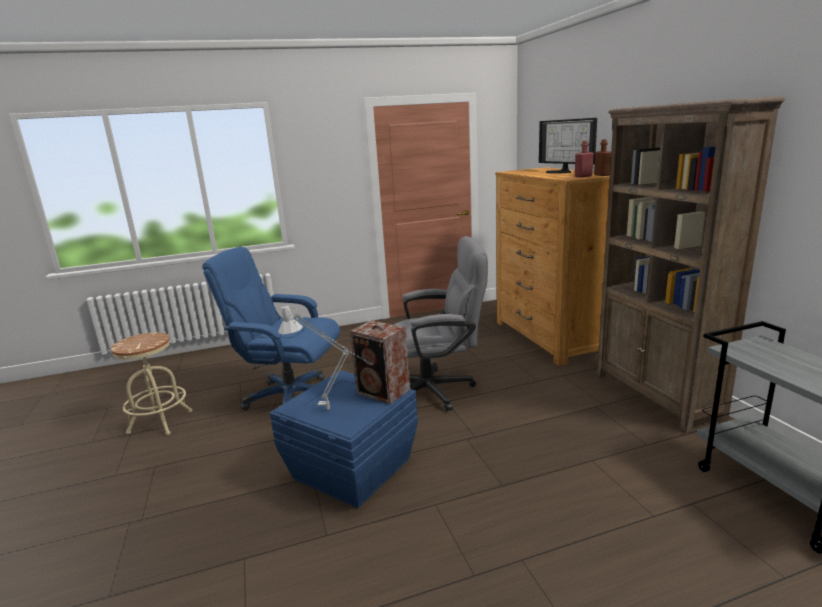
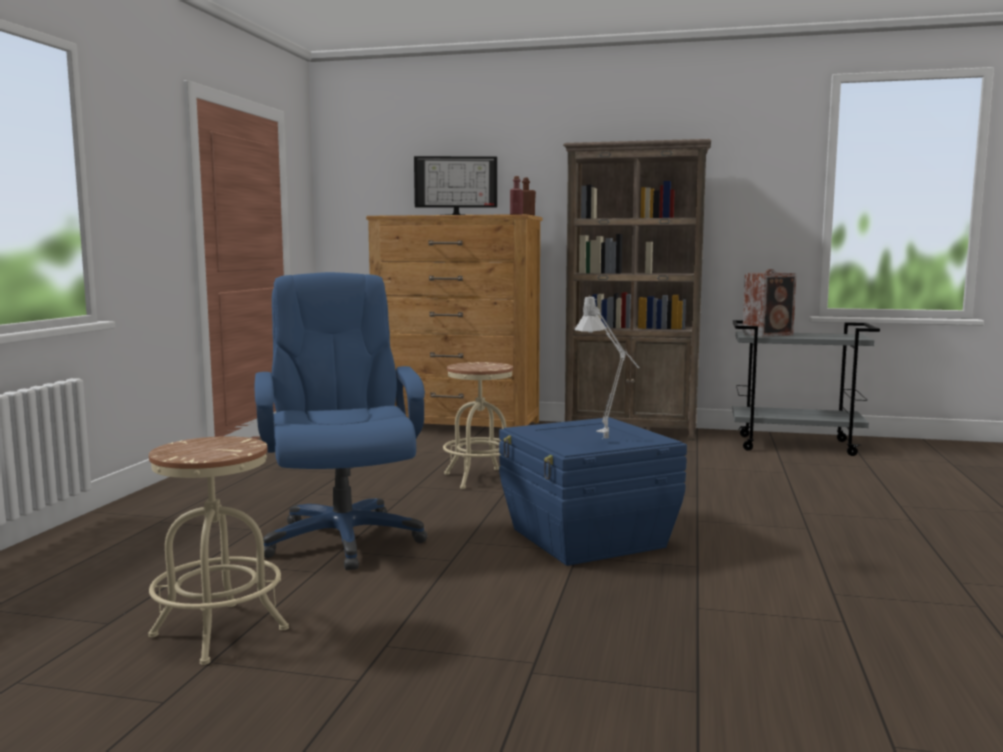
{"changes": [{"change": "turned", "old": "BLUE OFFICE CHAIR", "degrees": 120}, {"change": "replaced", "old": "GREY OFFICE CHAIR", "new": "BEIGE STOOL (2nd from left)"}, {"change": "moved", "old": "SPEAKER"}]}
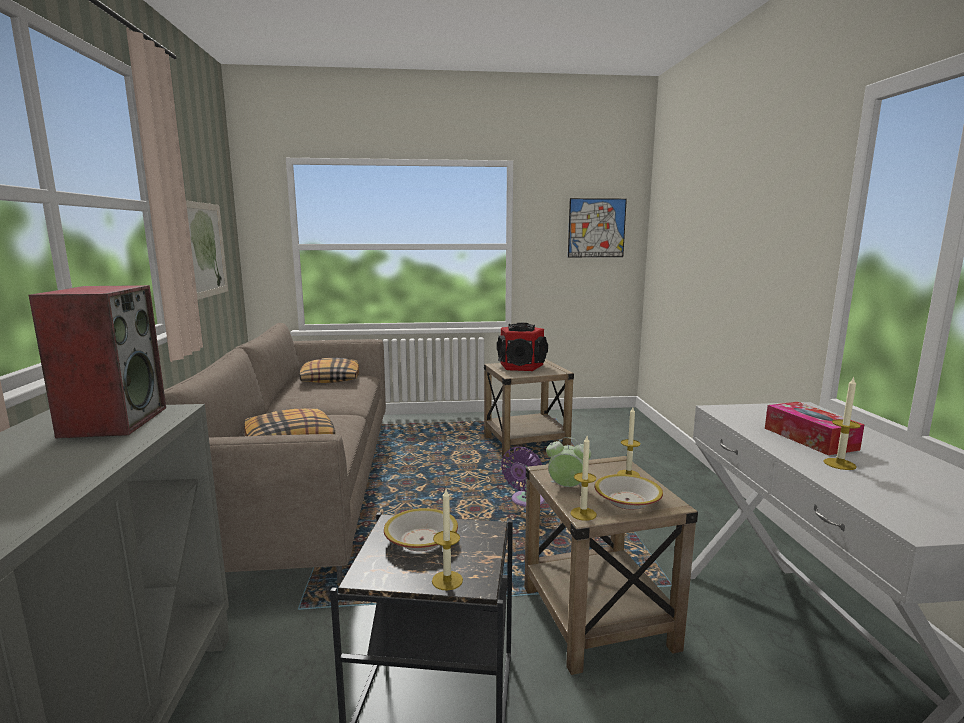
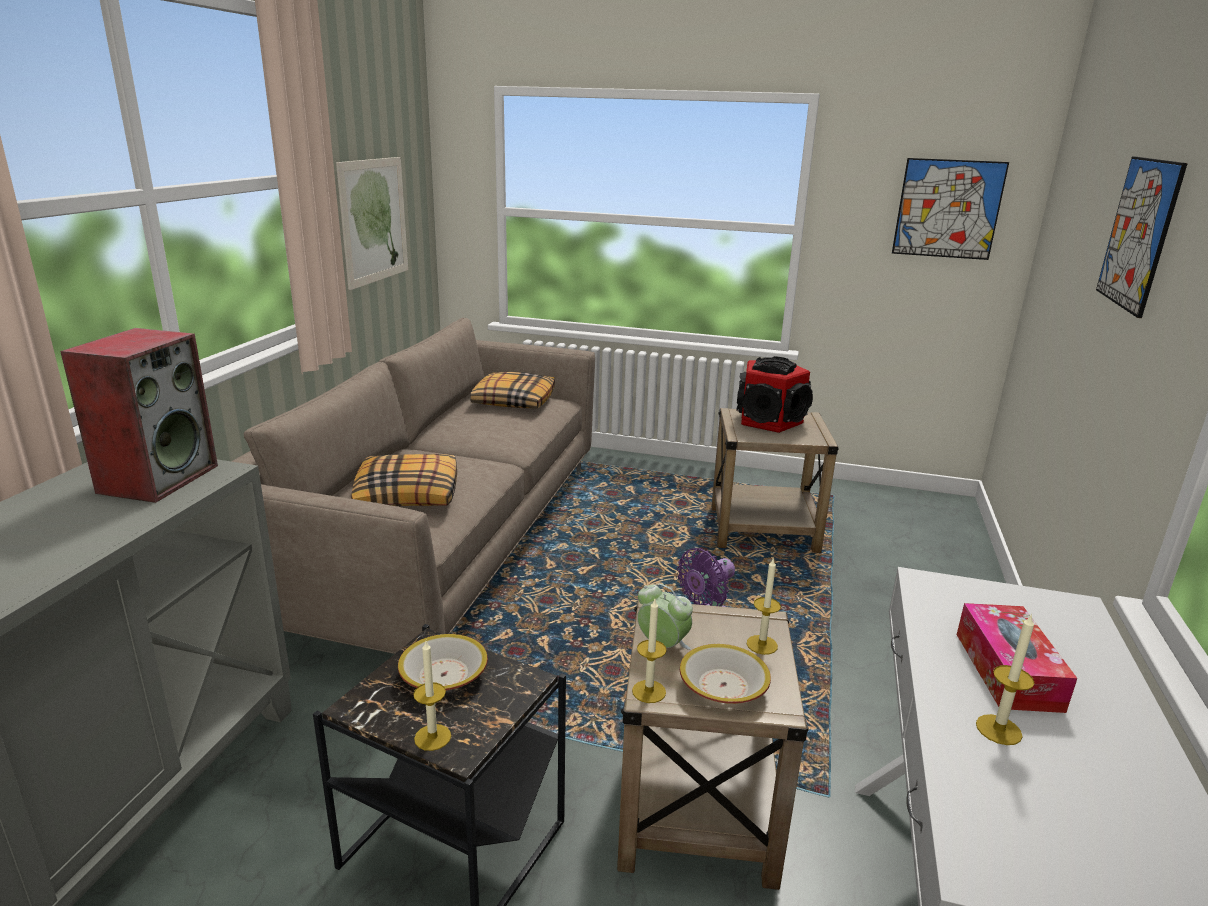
{"changes": [{"change": "added", "new": "PICTURE (3rd from left)"}]}
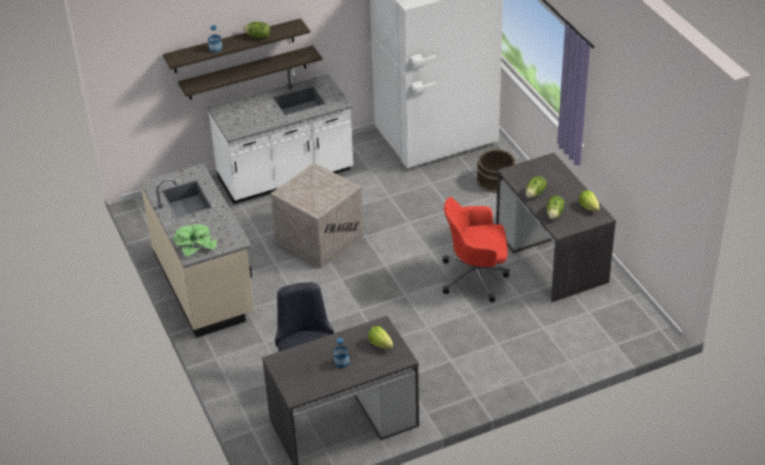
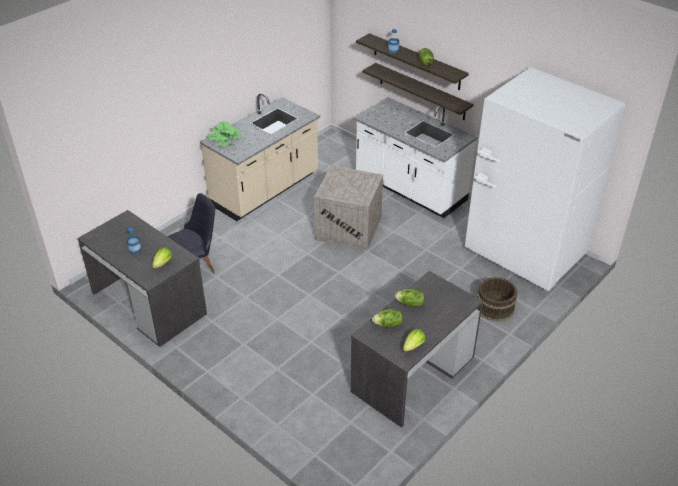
{"changes": [{"change": "removed", "old": "RED OFFICE CHAIR"}]}
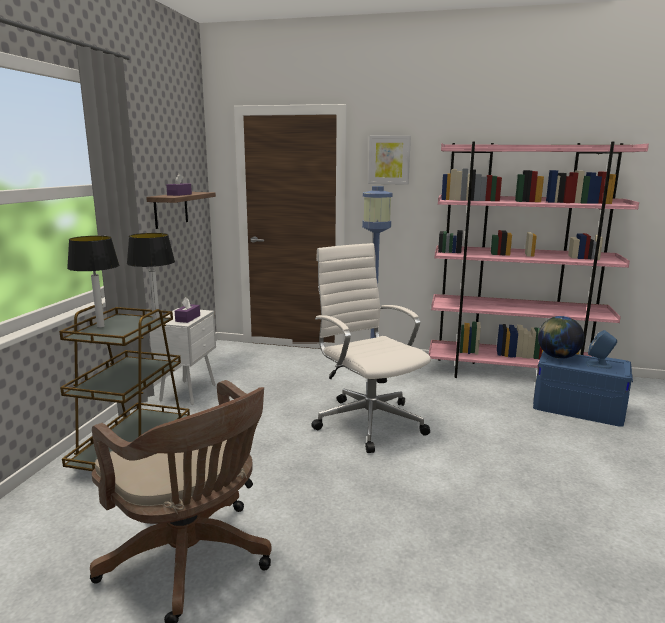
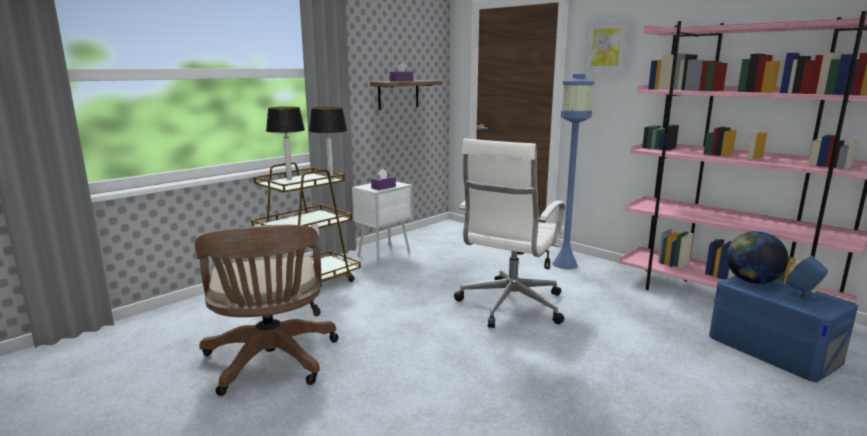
{"changes": [{"change": "turned", "old": "WHITE OFFICE CHAIR", "degrees": -150}]}
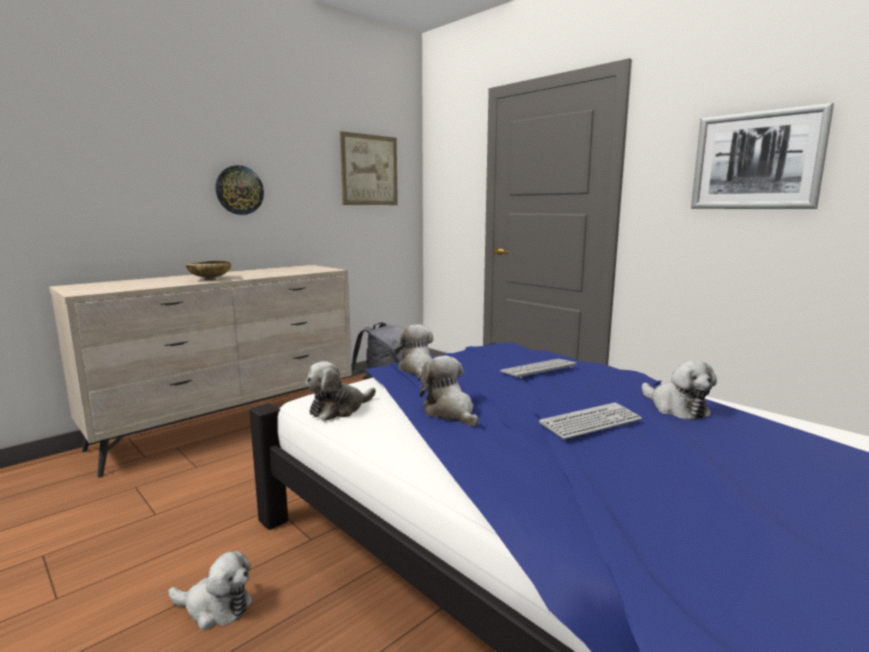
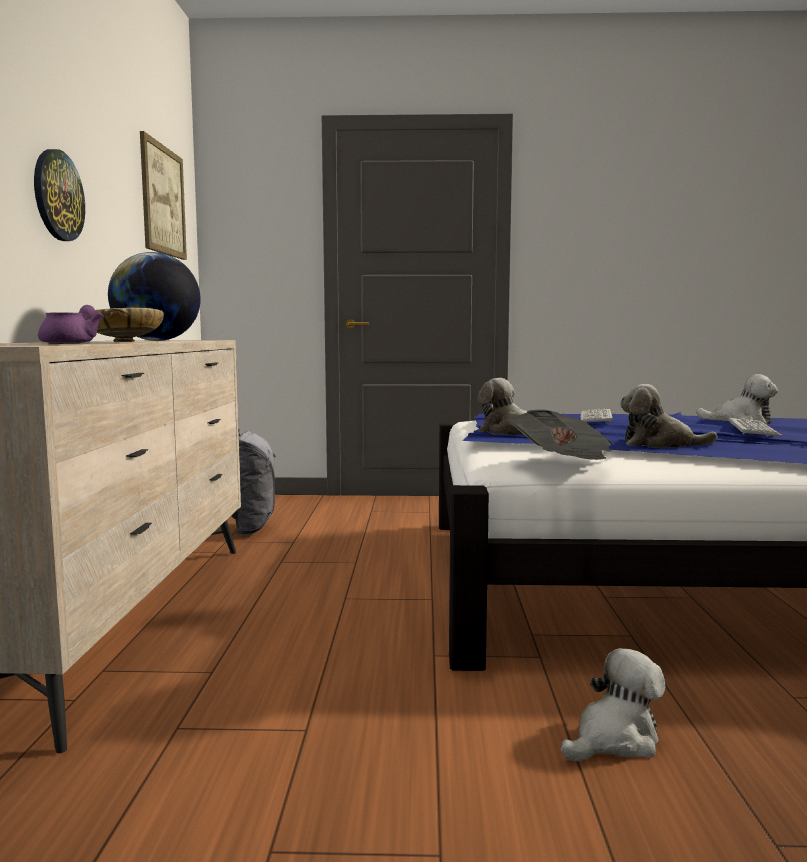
{"changes": [{"change": "added", "new": "PURPLE TEAPOT"}, {"change": "added", "new": "GLOBE"}, {"change": "replaced", "old": "PLUSH TOY (2nd from left)", "new": "NEWSPAPER"}, {"change": "removed", "old": "PICTURE (2nd from left)"}]}
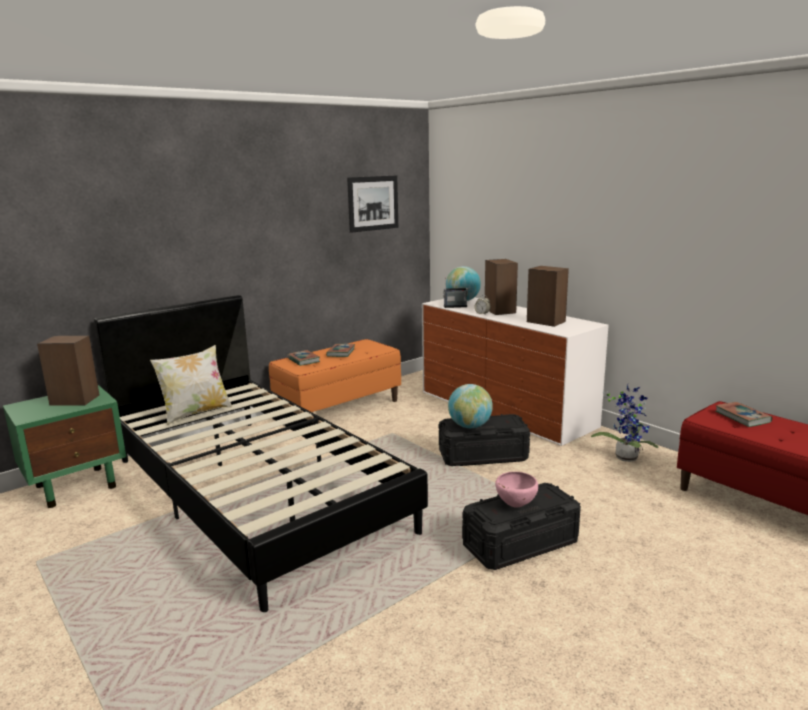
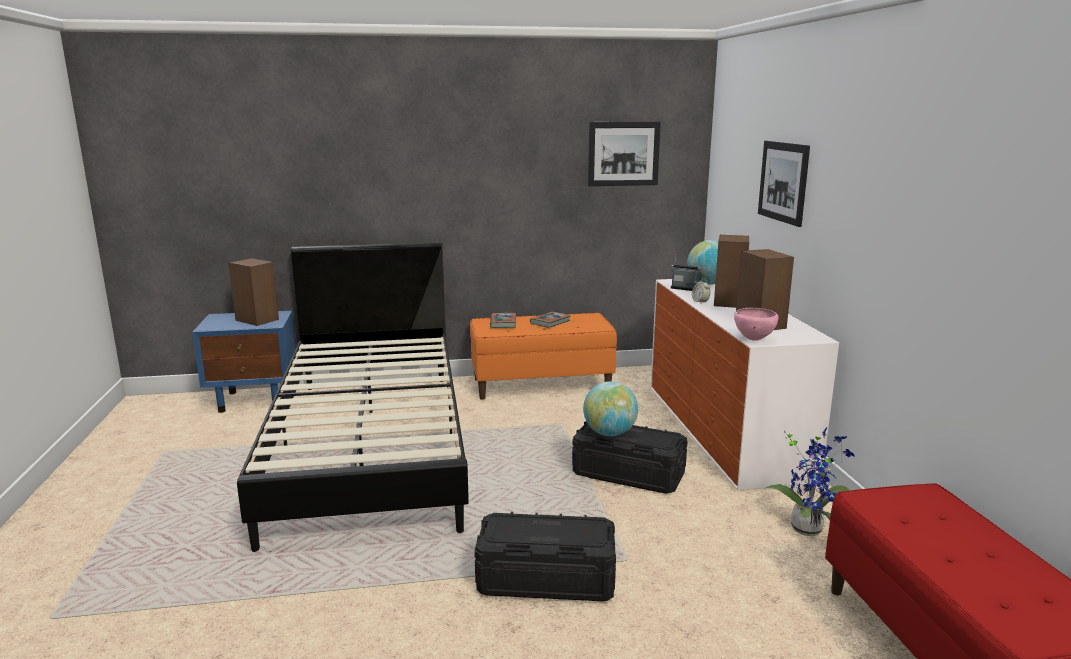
{"changes": [{"change": "recoloured", "old": "GREEN NIGHTSTAND", "new": "BLUE NIGHTSTAND"}, {"change": "moved", "old": "PINK BOWL"}, {"change": "added", "new": "PICTURE (2nd from left)"}, {"change": "removed", "old": "PILLOW"}, {"change": "removed", "old": "BOOK (3rd from left)"}]}
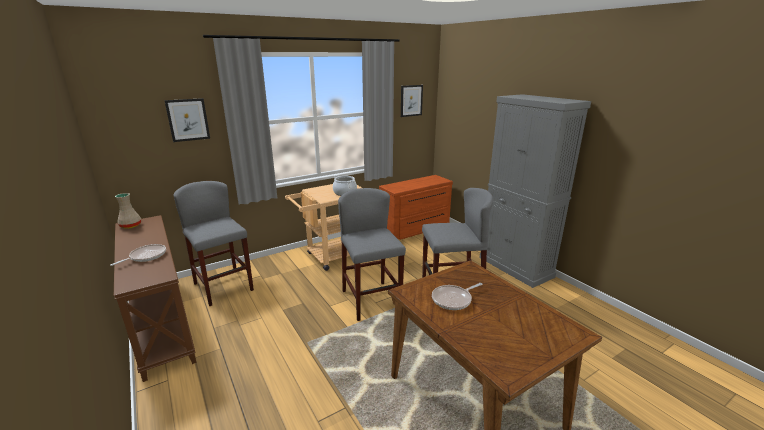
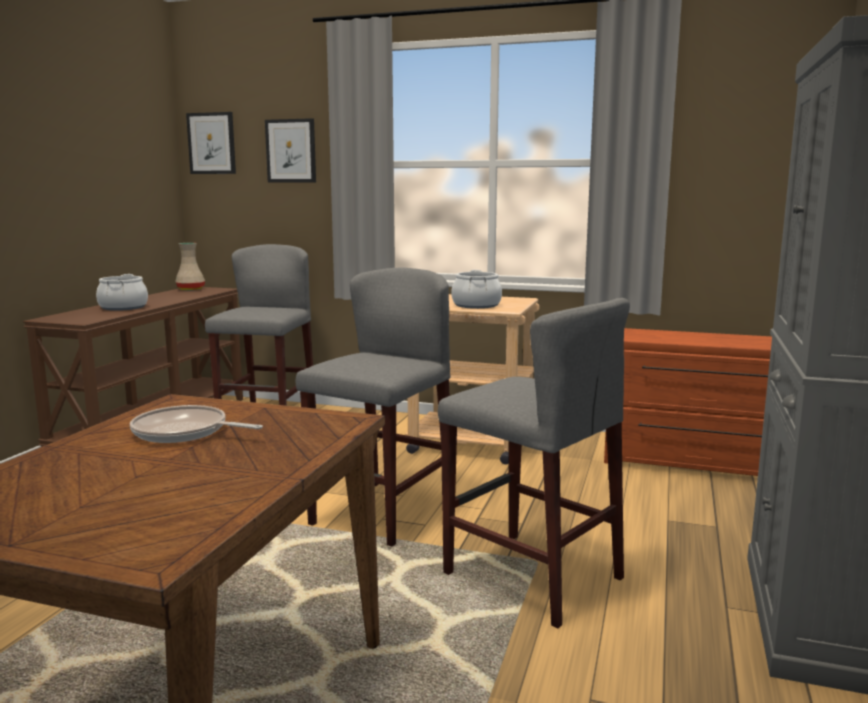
{"changes": [{"change": "replaced", "old": "FRYING PAN (1st from left)", "new": "COOKING POT (1st from left)"}, {"change": "moved", "old": "PICTURE (2nd from left in the first image)", "new": "PICTURE (1st from left)"}]}
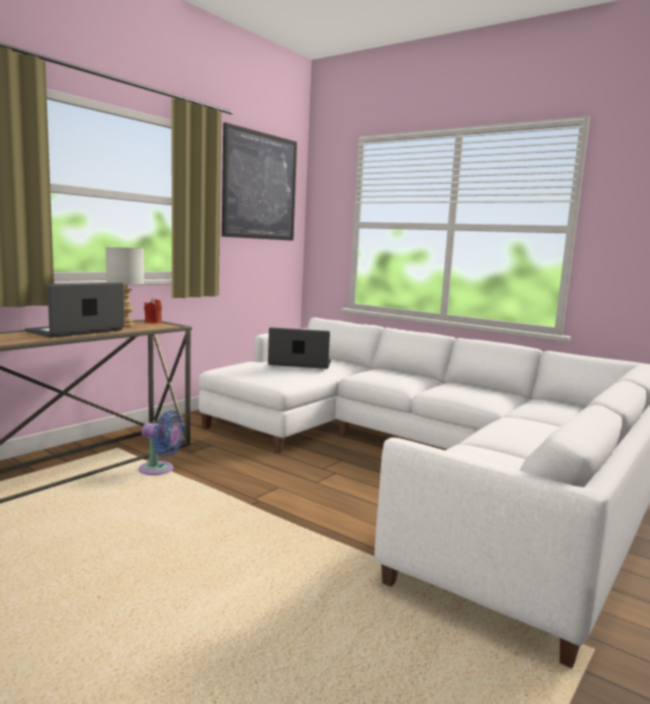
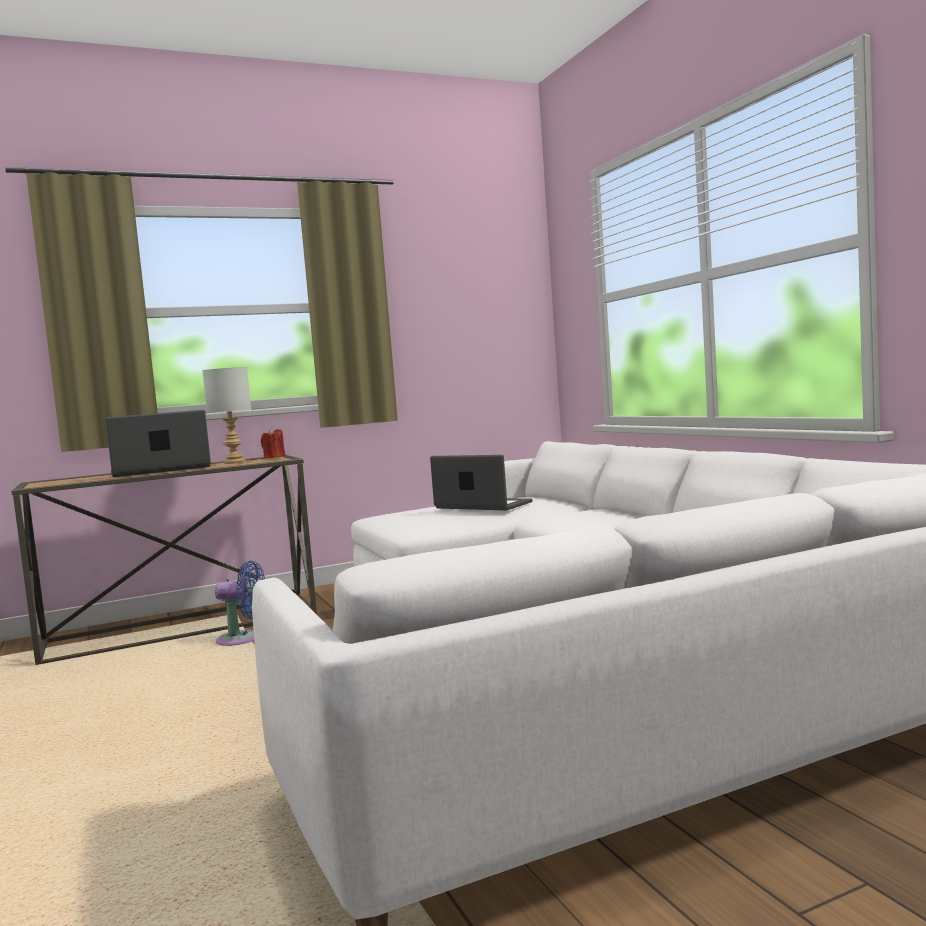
{"changes": [{"change": "turned", "old": "BLUE FAN", "degrees": -45}, {"change": "removed", "old": "PICTURE"}]}
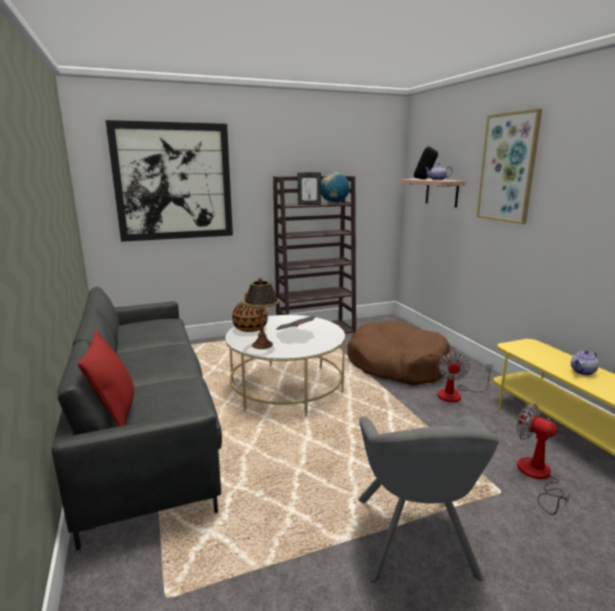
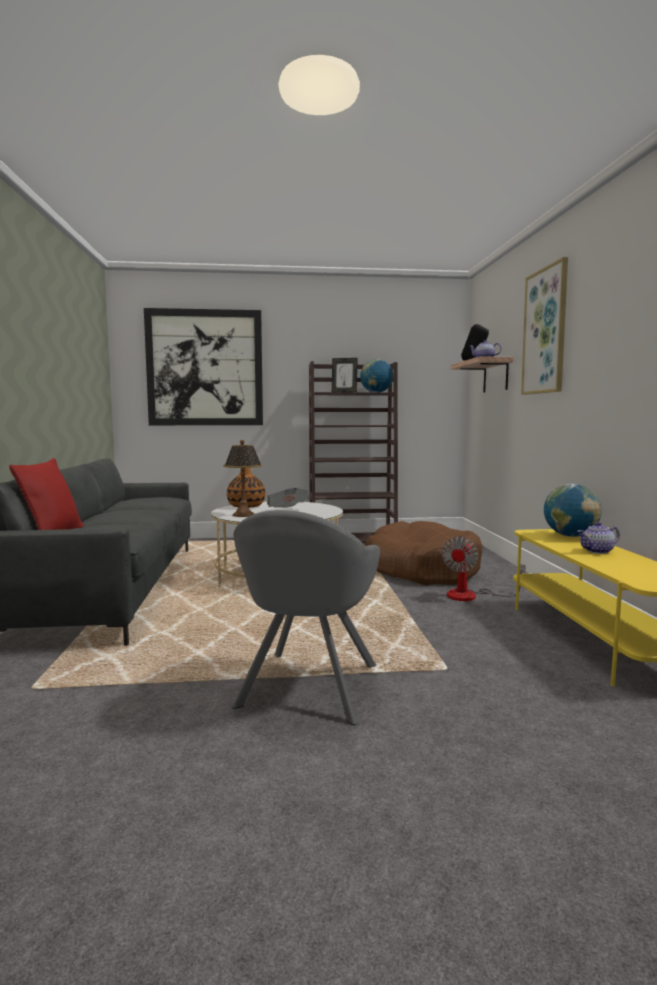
{"changes": [{"change": "added", "new": "GLOBE (2nd from left)"}, {"change": "removed", "old": "FAN (2nd from left)"}]}
